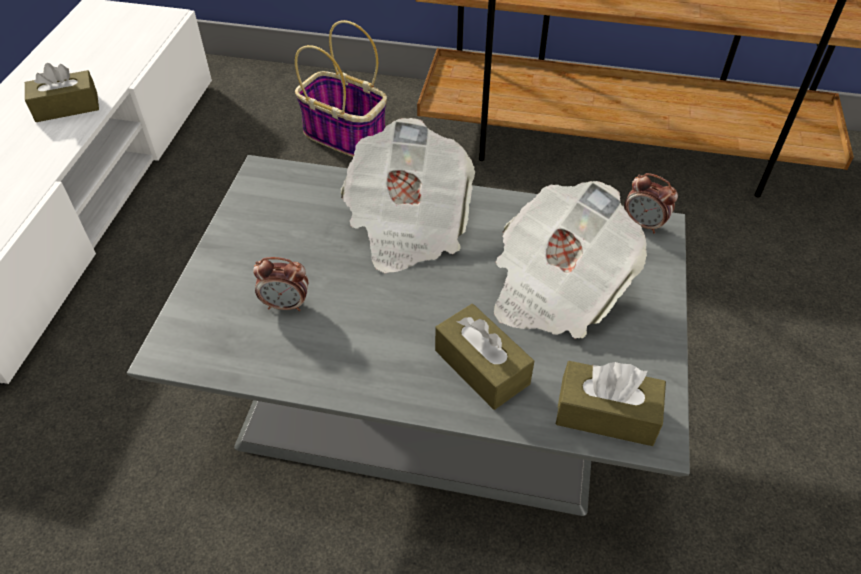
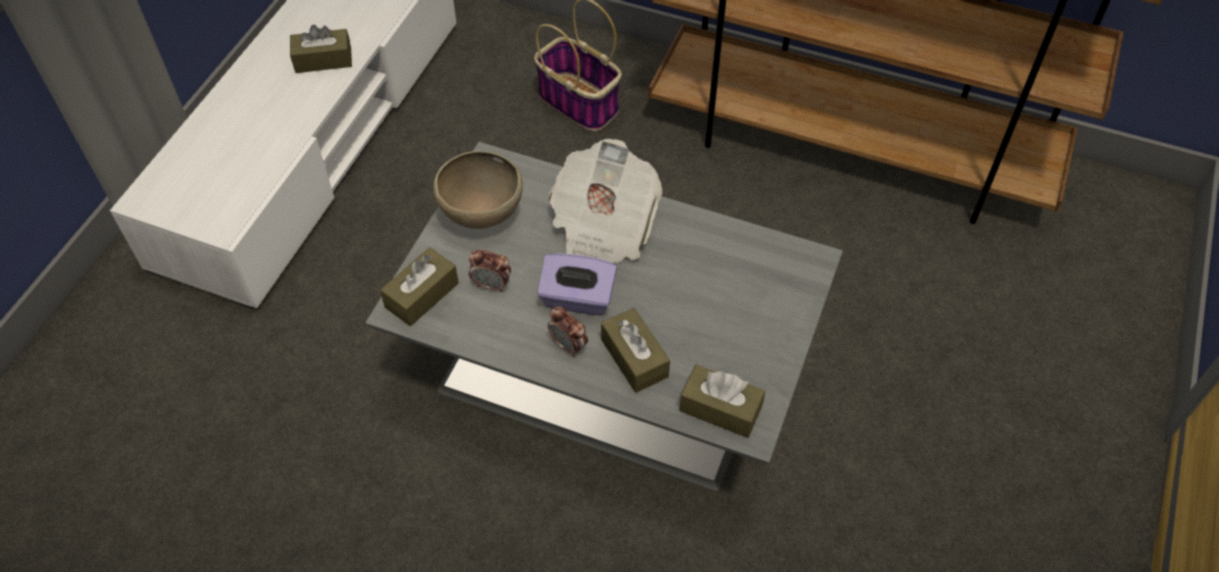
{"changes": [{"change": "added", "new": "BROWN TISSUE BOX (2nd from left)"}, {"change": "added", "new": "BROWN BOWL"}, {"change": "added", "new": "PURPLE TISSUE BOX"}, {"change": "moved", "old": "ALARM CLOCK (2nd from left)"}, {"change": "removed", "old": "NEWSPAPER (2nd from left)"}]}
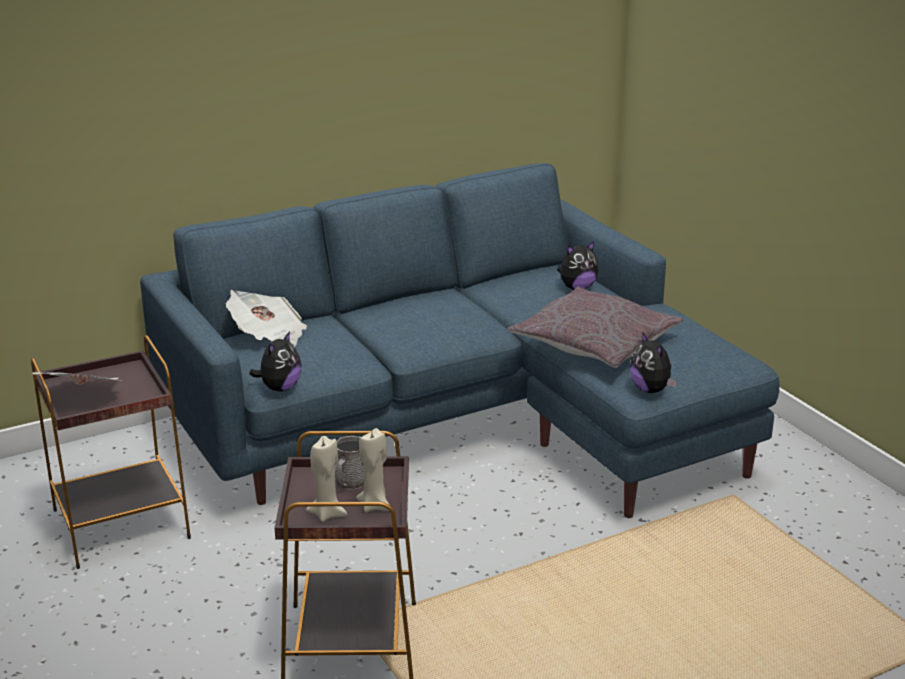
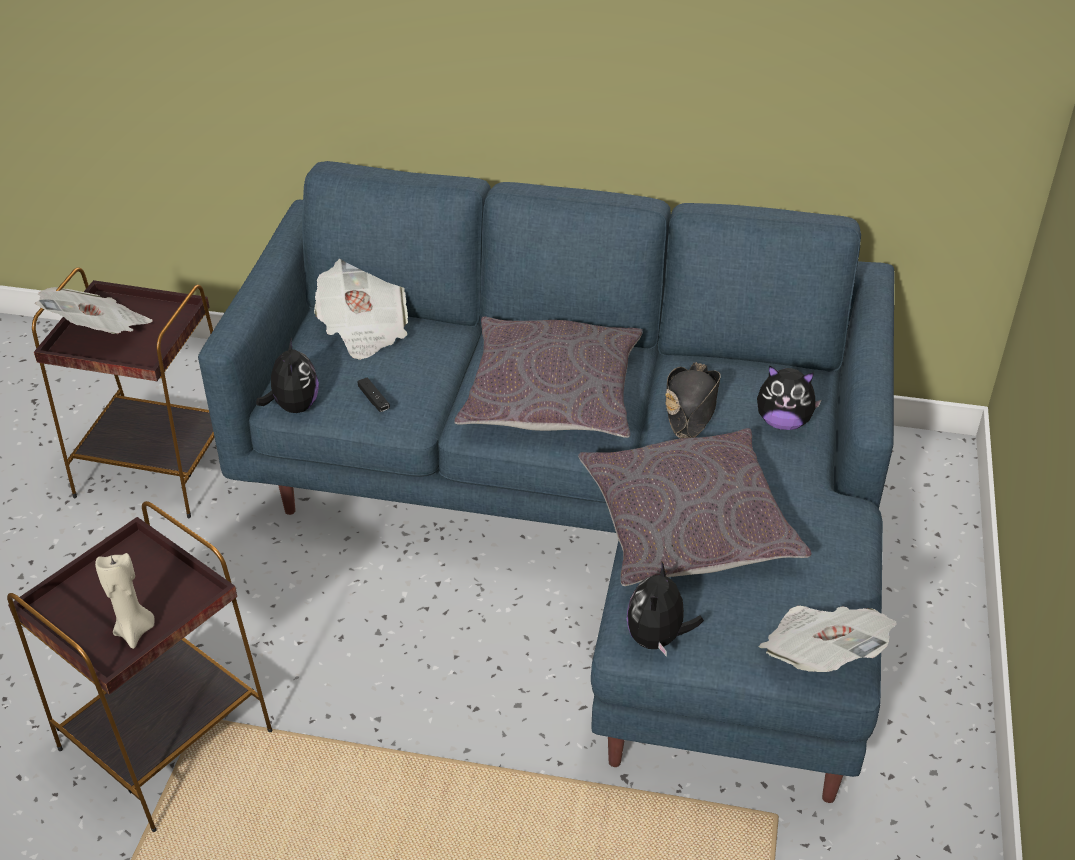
{"changes": [{"change": "turned", "old": "PLUSH TOY (1st from left)", "degrees": -75}, {"change": "added", "new": "BLACK GAME CONTROLLER"}, {"change": "added", "new": "GREY PILLOW (1st from left)"}, {"change": "added", "new": "BLACK HAT"}, {"change": "added", "new": "NEWSPAPER (3rd from left)"}, {"change": "removed", "old": "BEIGE CANDLE (1st from left)"}, {"change": "removed", "old": "GREY MUG"}]}
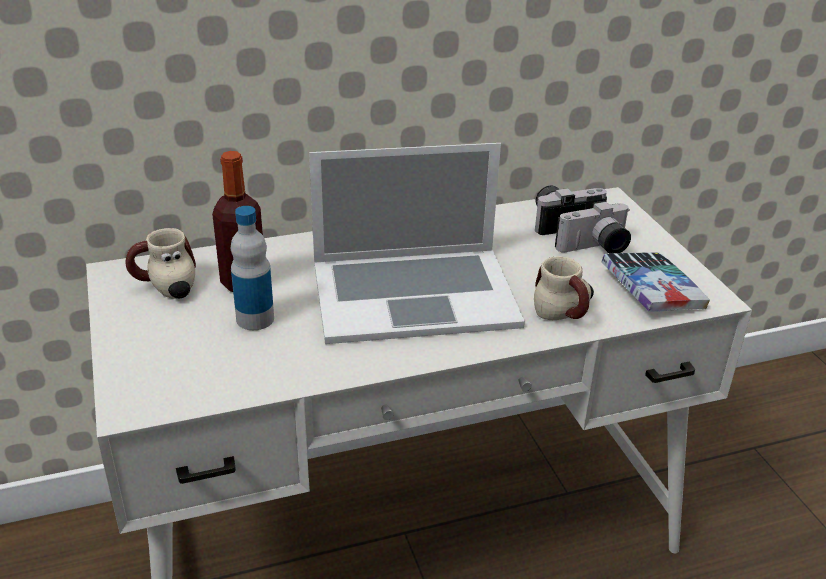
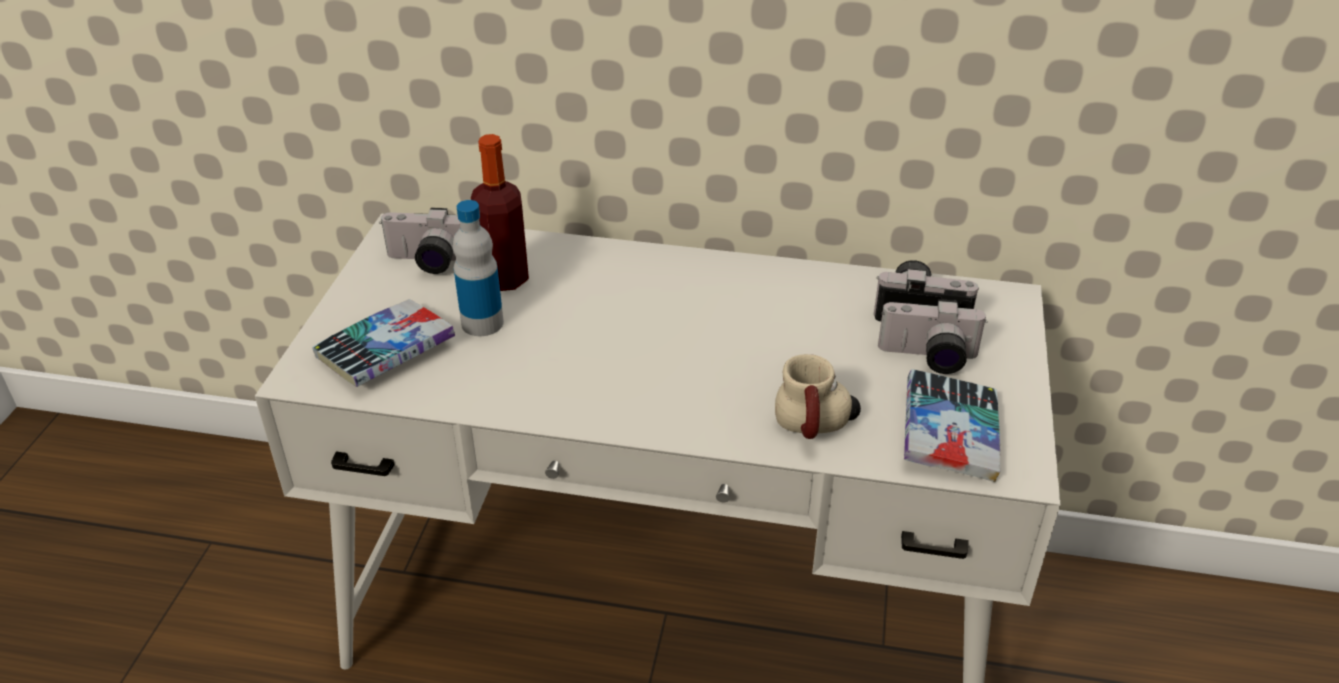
{"changes": [{"change": "added", "new": "BOOK (1st from left)"}, {"change": "replaced", "old": "MUG (1st from left)", "new": "PHOTO CAMERA (1st from left)"}, {"change": "removed", "old": "LAPTOP"}]}
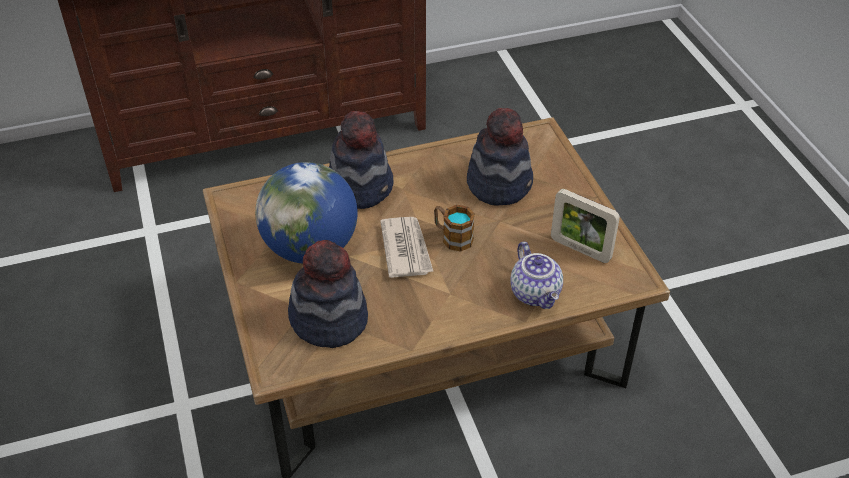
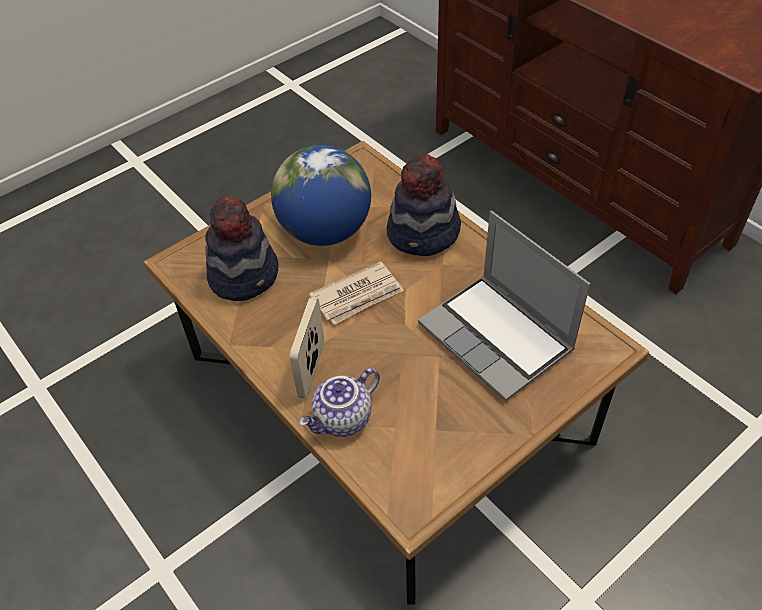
{"changes": [{"change": "moved", "old": "PICTURE FRAME"}, {"change": "replaced", "old": "HAT (3rd from left)", "new": "LAPTOP"}, {"change": "removed", "old": "MUG"}]}
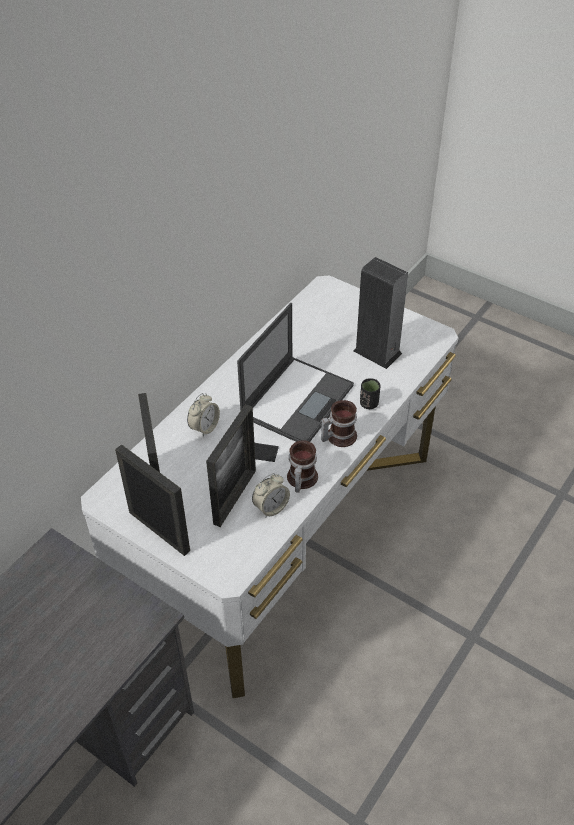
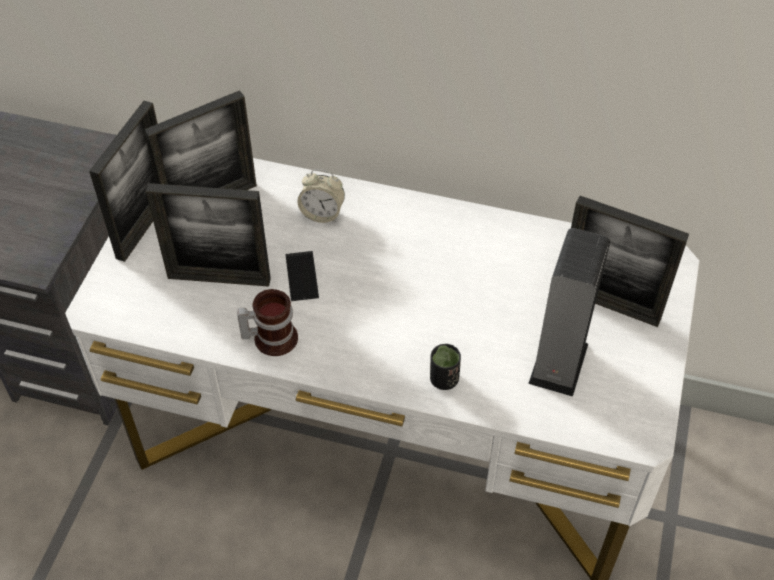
{"changes": [{"change": "added", "new": "PICTURE FRAME (4th from left)"}, {"change": "removed", "old": "LAPTOP"}, {"change": "removed", "old": "ALARM CLOCK (2nd from left)"}, {"change": "removed", "old": "MUG (2nd from left)"}]}
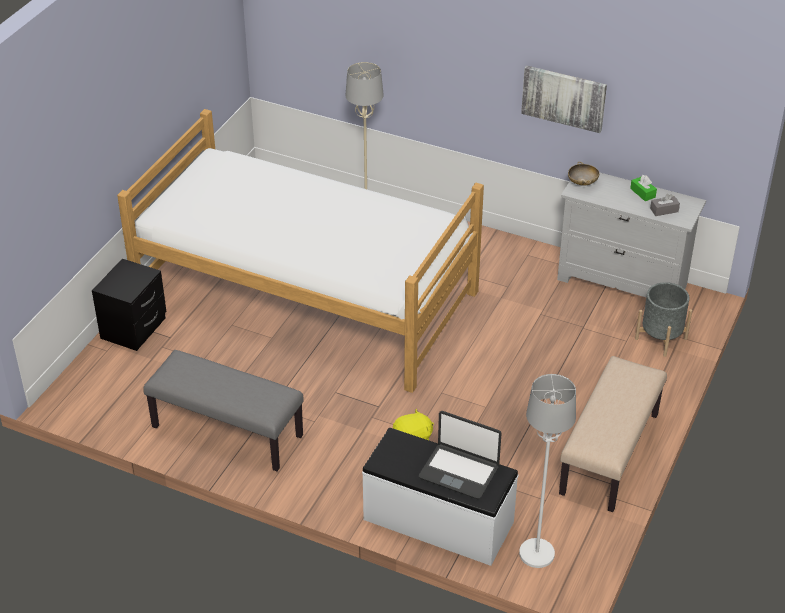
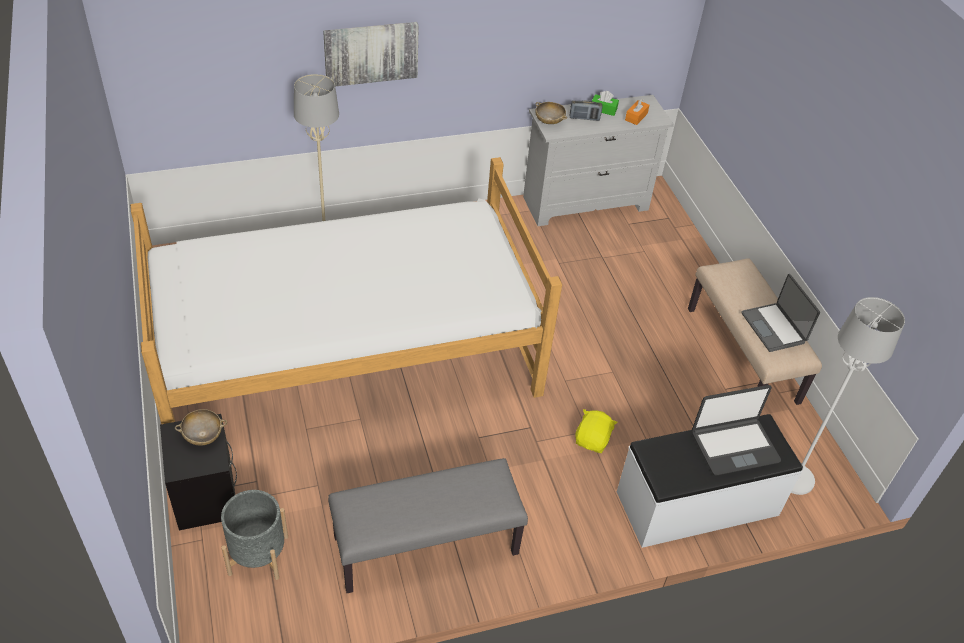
{"changes": [{"change": "added", "new": "BEIGE BOWL (1st from left)"}, {"change": "moved", "old": "GREY PLANTER"}, {"change": "moved", "old": "PICTURE"}, {"change": "added", "new": "RADIO"}, {"change": "recoloured", "old": "GREY TISSUE BOX", "new": "ORANGE TISSUE BOX"}, {"change": "added", "new": "LAPTOP (2nd from left)"}]}
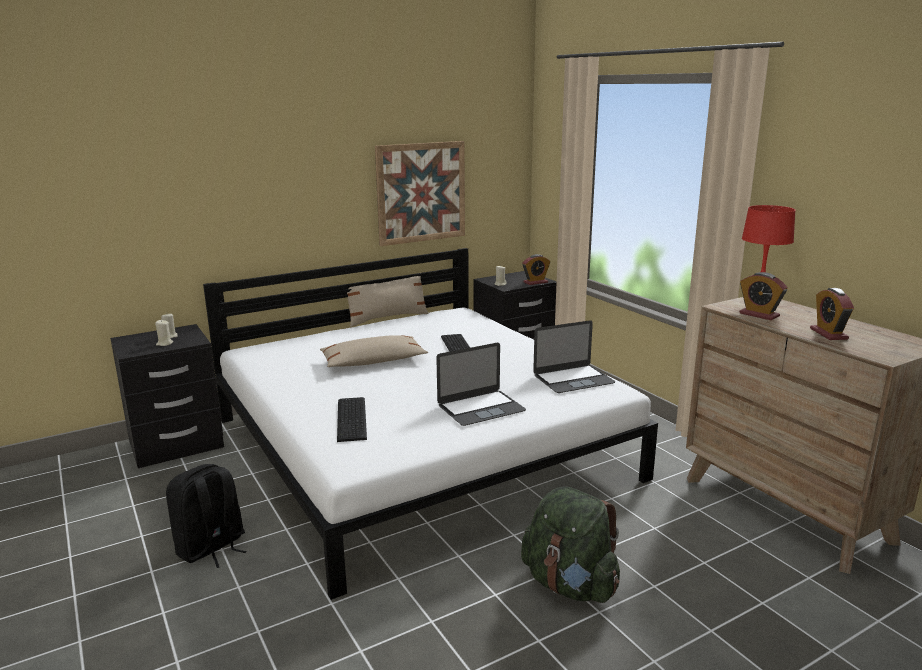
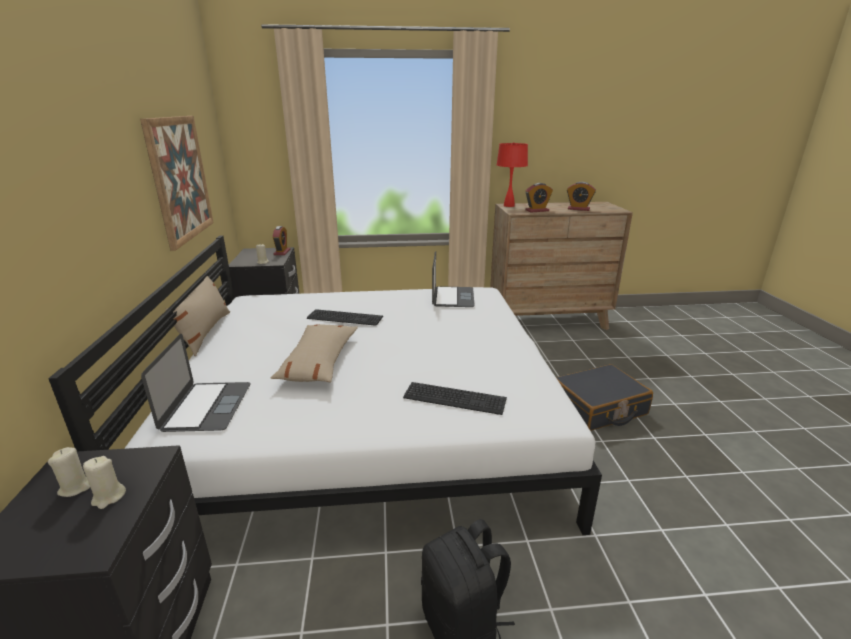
{"changes": [{"change": "moved", "old": "LAPTOP (1st from left)"}, {"change": "replaced", "old": "GREEN BACKPACK", "new": "BLACK SUITCASE"}]}
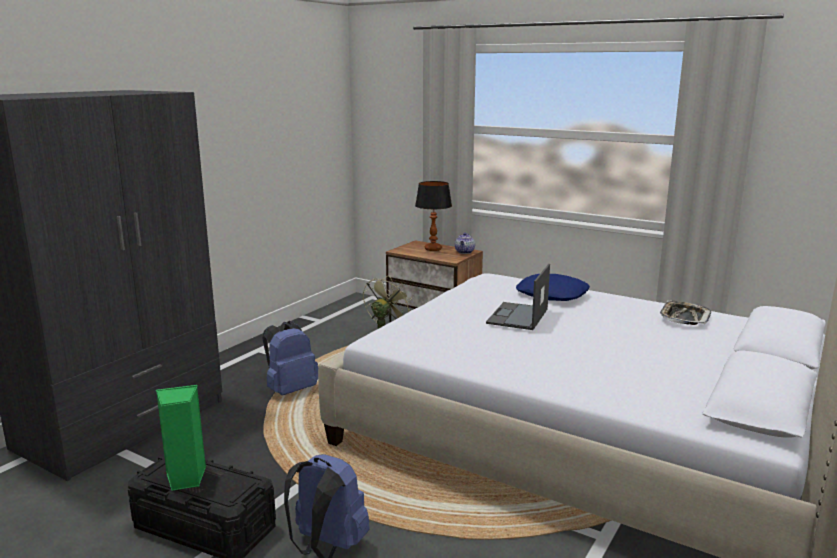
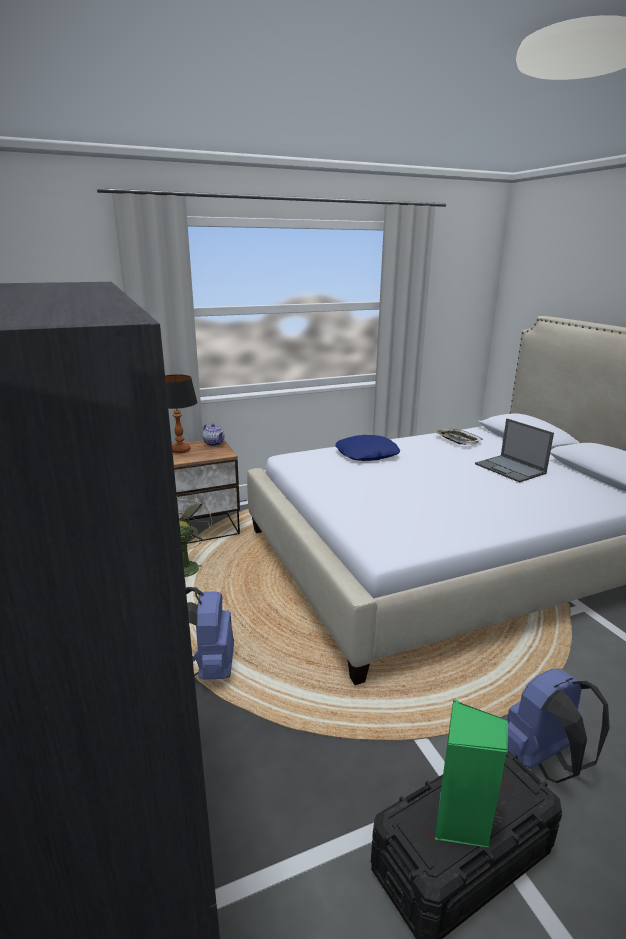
{"changes": [{"change": "moved", "old": "LAPTOP"}]}
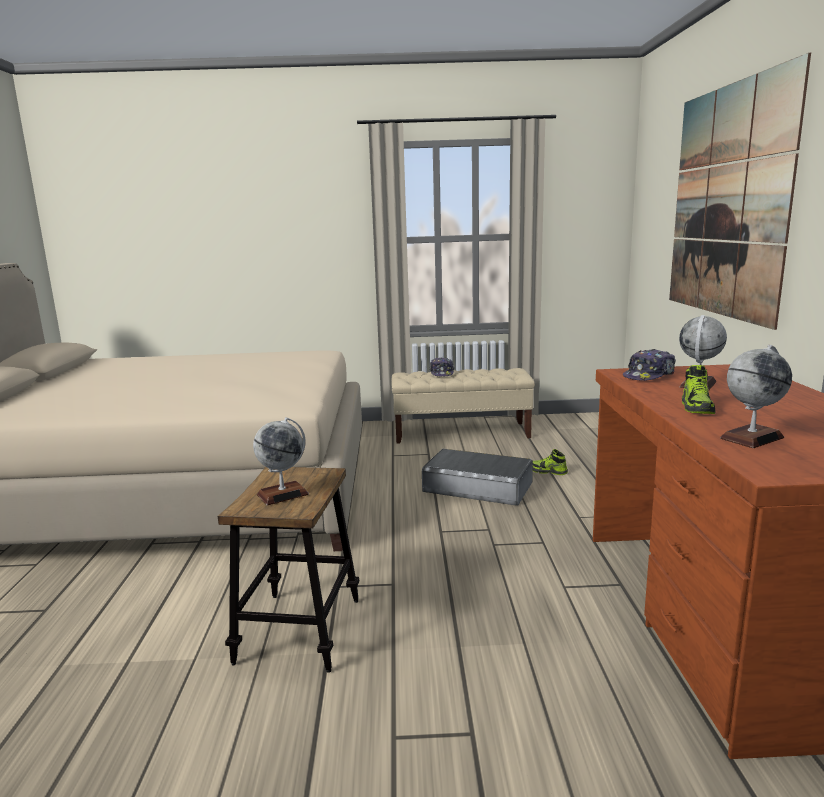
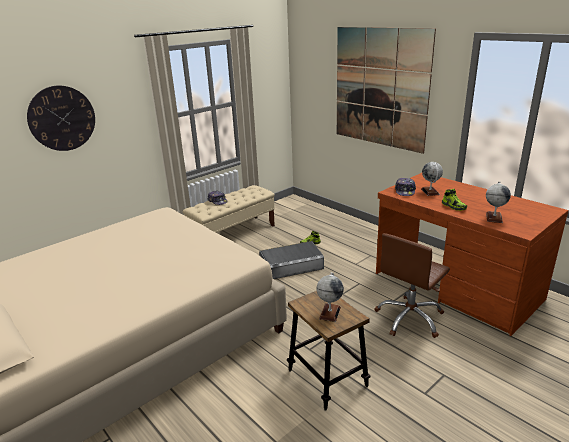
{"changes": [{"change": "added", "new": "WALL CLOCK"}, {"change": "added", "new": "BROWN OFFICE CHAIR"}]}
